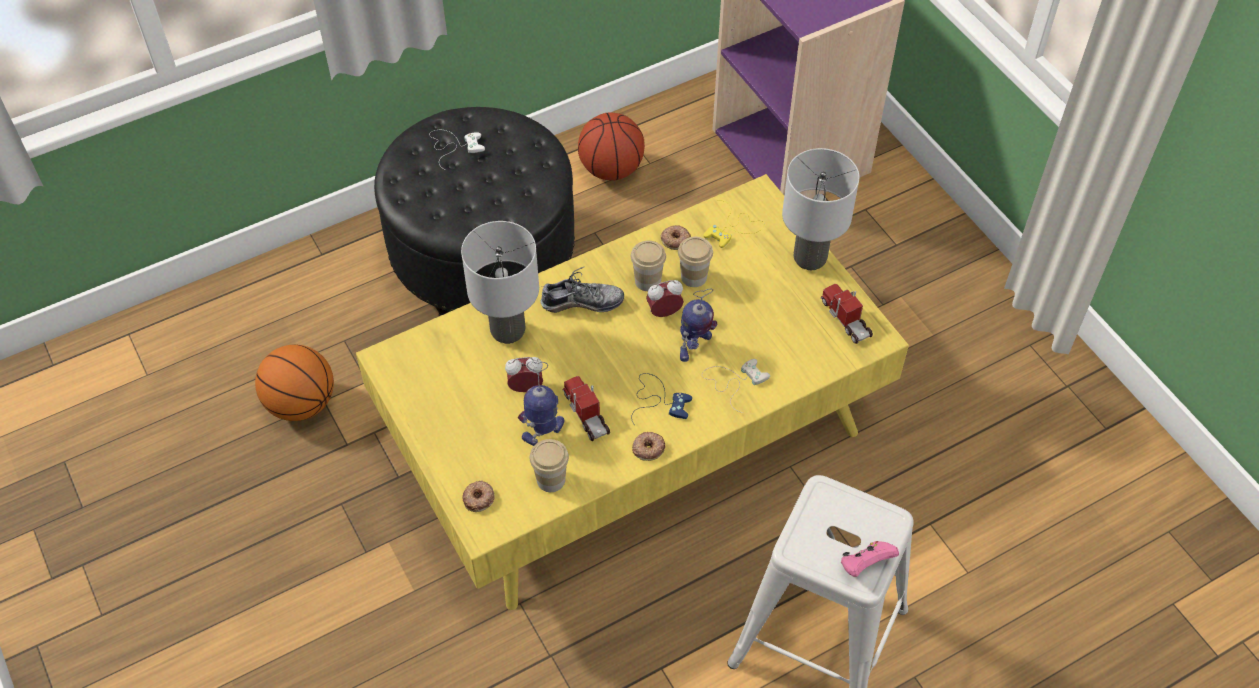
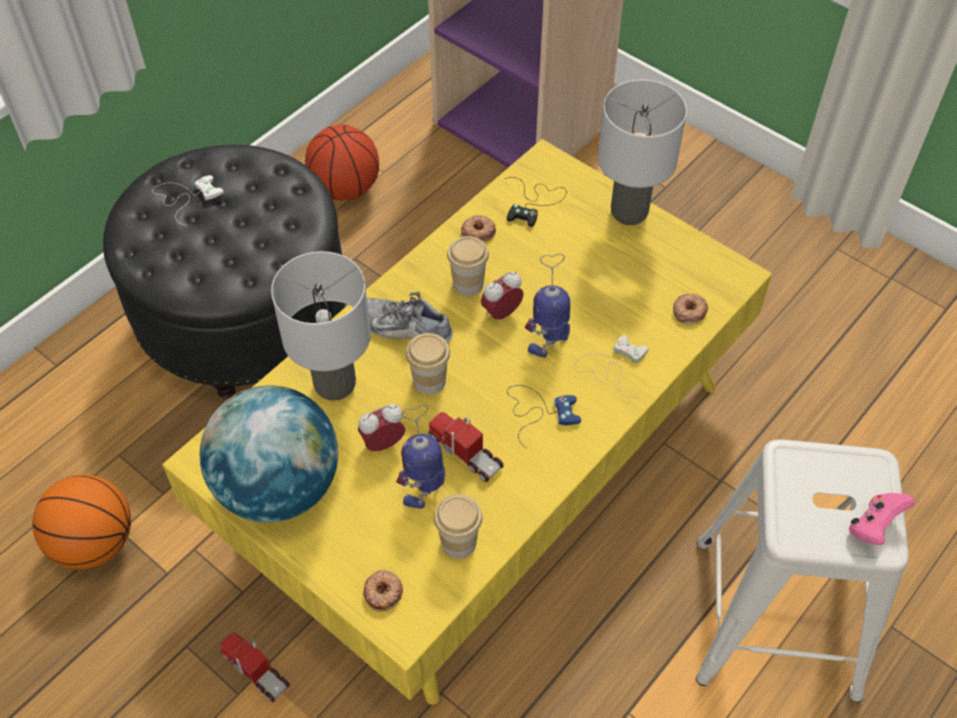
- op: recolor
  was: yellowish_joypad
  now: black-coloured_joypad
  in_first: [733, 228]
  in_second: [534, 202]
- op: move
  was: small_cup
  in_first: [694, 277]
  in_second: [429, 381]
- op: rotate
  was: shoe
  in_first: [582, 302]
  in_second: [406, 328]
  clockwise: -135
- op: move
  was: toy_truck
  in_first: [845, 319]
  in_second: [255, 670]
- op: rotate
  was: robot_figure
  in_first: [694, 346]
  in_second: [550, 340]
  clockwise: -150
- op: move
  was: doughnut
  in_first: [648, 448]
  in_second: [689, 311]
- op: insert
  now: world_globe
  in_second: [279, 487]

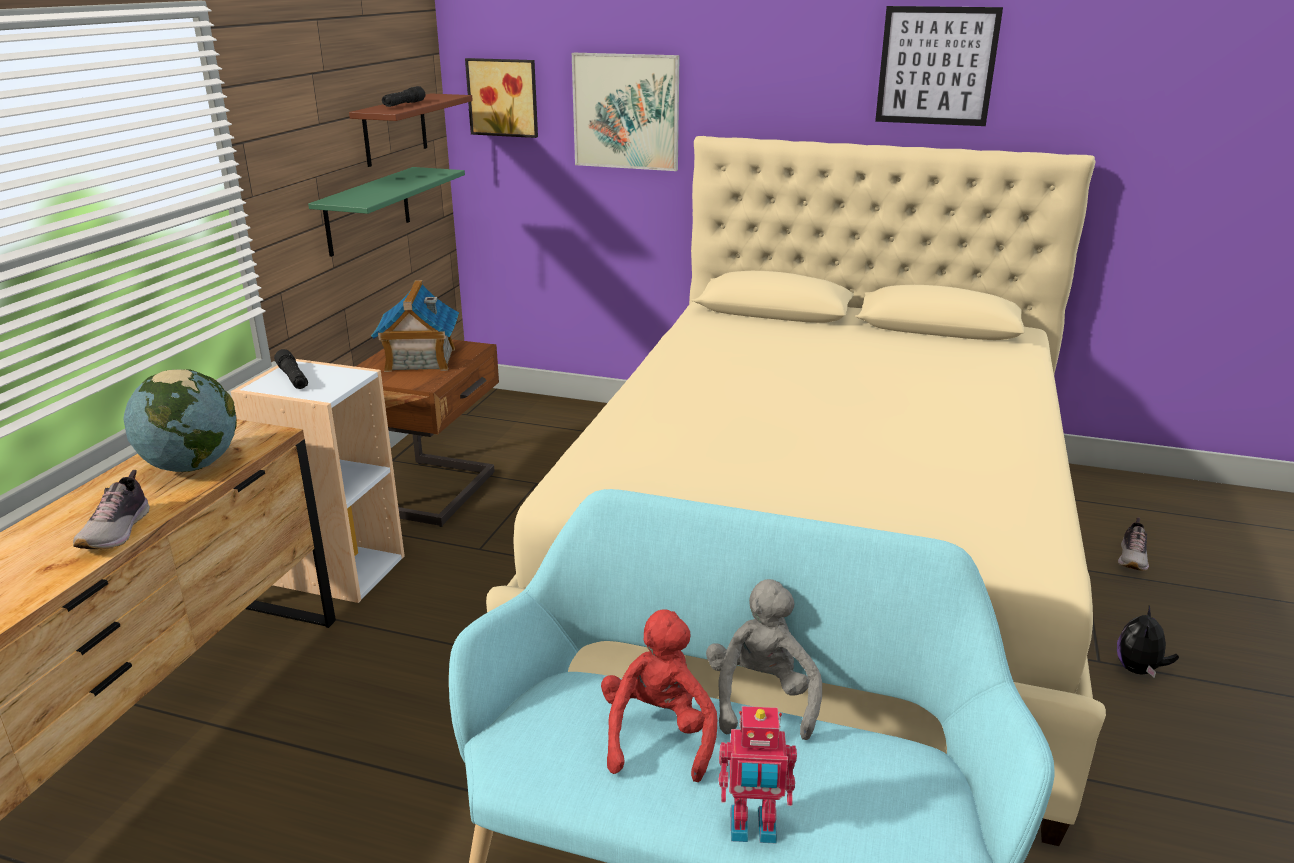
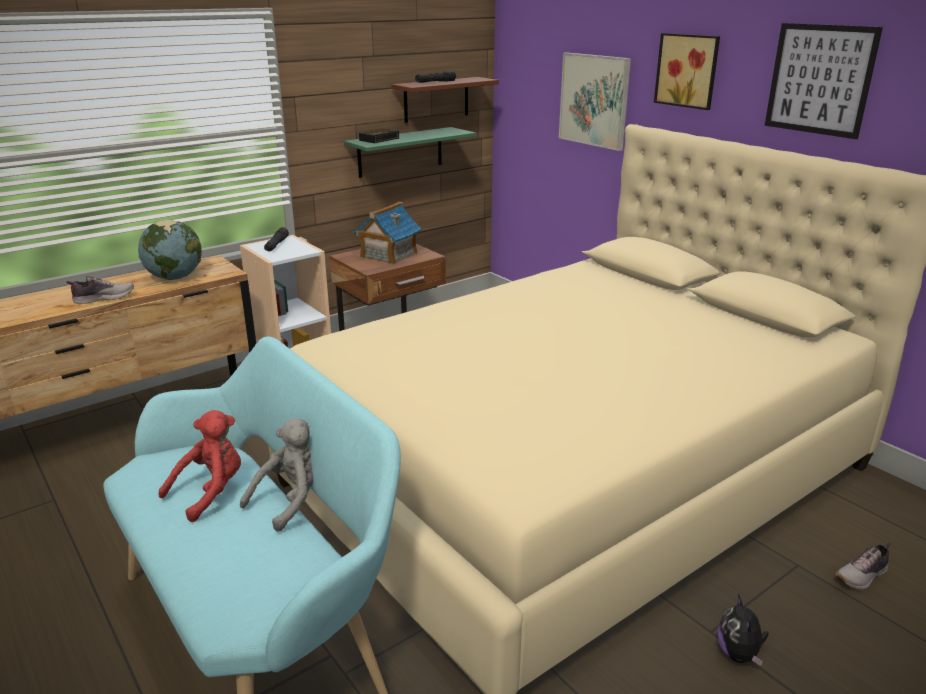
- op: move
  was: wall_art
  in_first: [504, 97]
  in_second: [688, 70]
- op: rotate
  was: shoe
  in_first: [117, 531]
  in_second: [103, 298]
  clockwise: -150
- op: rotate
  was: plush_toy
  in_first: [1139, 670]
  in_second: [738, 654]
  clockwise: -60
- op: delete
  was: robot_figure
  in_first: [753, 829]
- op: insert
  now: bedside_clock
  in_second: [380, 139]

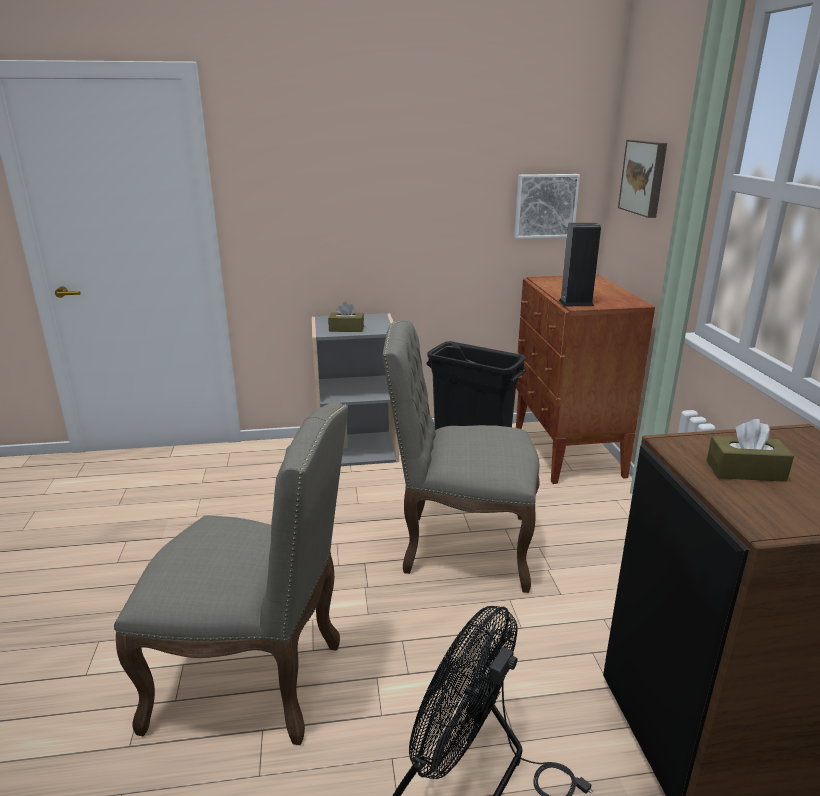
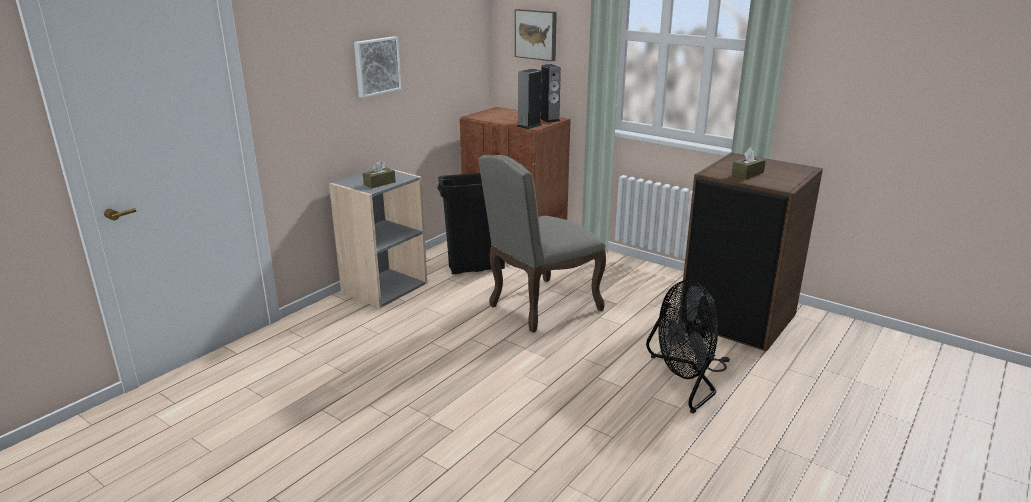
- op: move
  was: wall_art
  in_first: [545, 205]
  in_second: [376, 66]
- op: delete
  was: greyish_chair
  in_first: [253, 680]
- op: insert
  now: loudspeaker
  in_second: [549, 119]

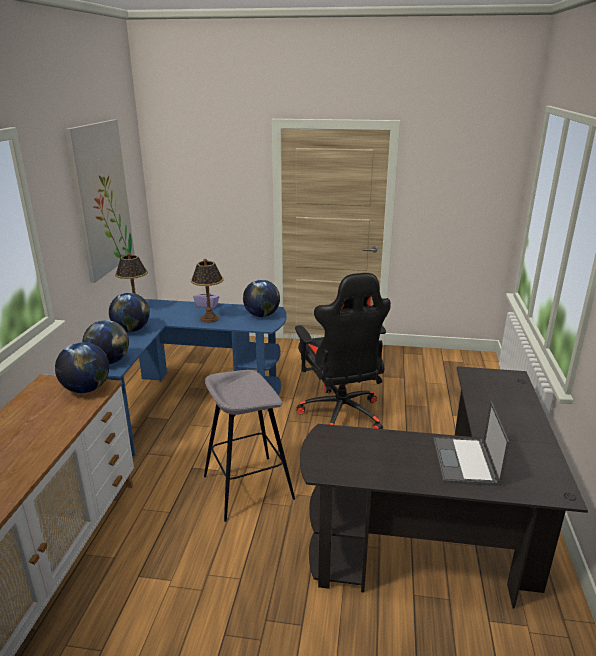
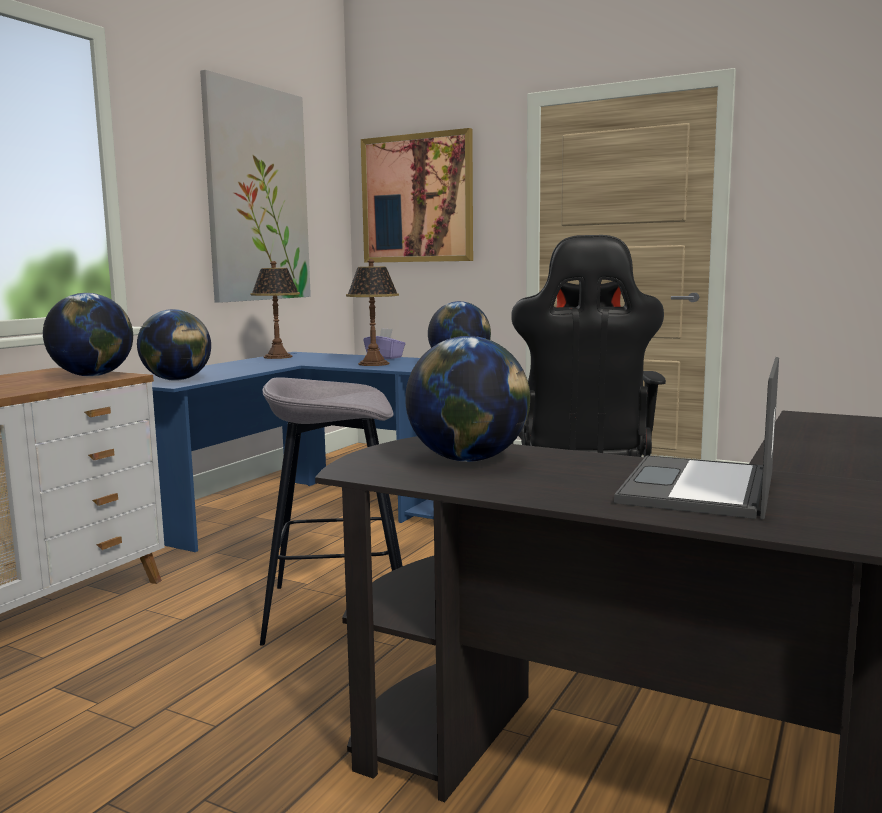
- op: move
  was: world_globe
  in_first: [131, 330]
  in_second: [468, 460]
- op: insert
  now: wall_art
  in_second: [417, 199]

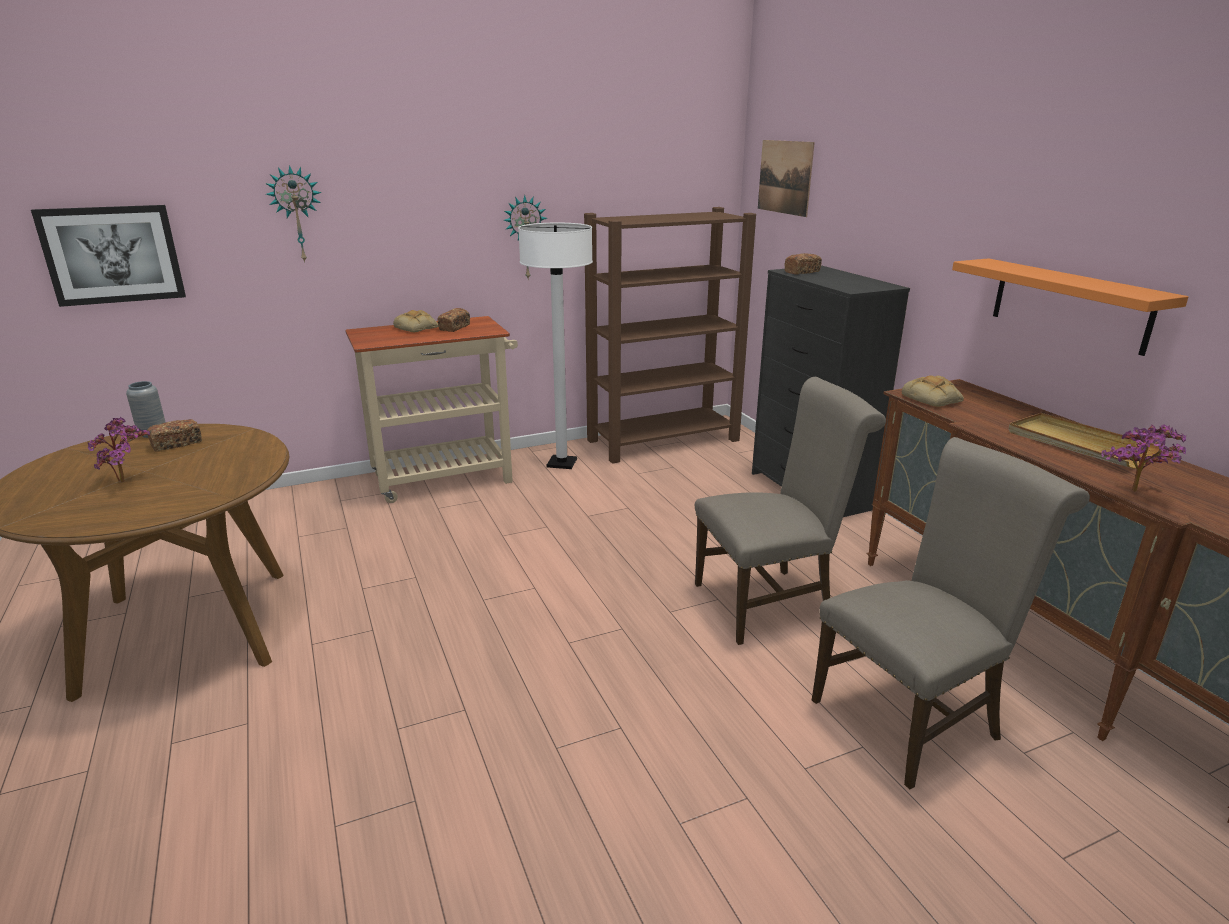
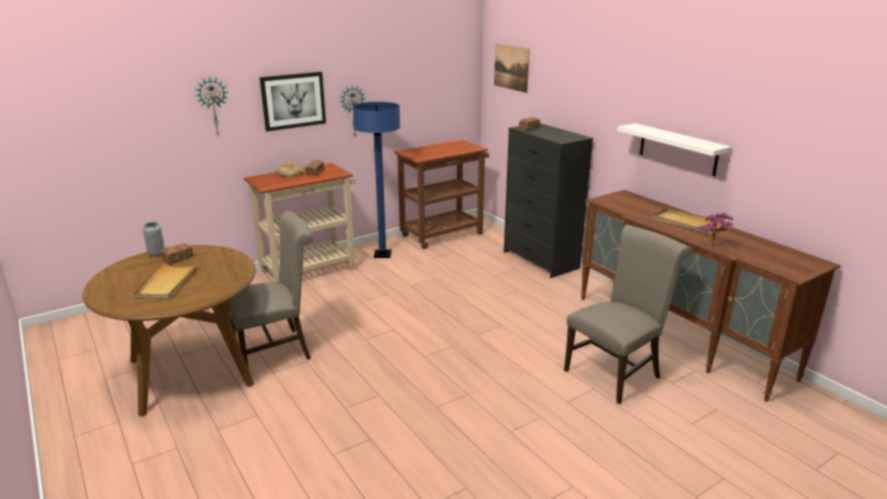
- op: move
  was: wall_art
  in_first: [112, 255]
  in_second: [293, 100]
- op: replace
  was: brown_bookcase
  now: brown_cart
  in_first: [663, 440]
  in_second: [442, 235]
- op: recolor
  was: white_standard_lamp
  now: blue_standard_lamp
  in_first: [562, 463]
  in_second: [382, 254]
- op: recolor
  was: orange_shelf
  now: white_shelf
  in_first: [1069, 304]
  in_second: [678, 149]
- op: delete
  was: bakery_bread
  in_first: [933, 399]
- op: move
  was: beige-coloured_chair
  in_first: [770, 602]
  in_second: [277, 350]
- op: replace
  was: houseplant
  now: beige-coloured_carrying_tray
  in_first: [127, 481]
  in_second: [167, 282]

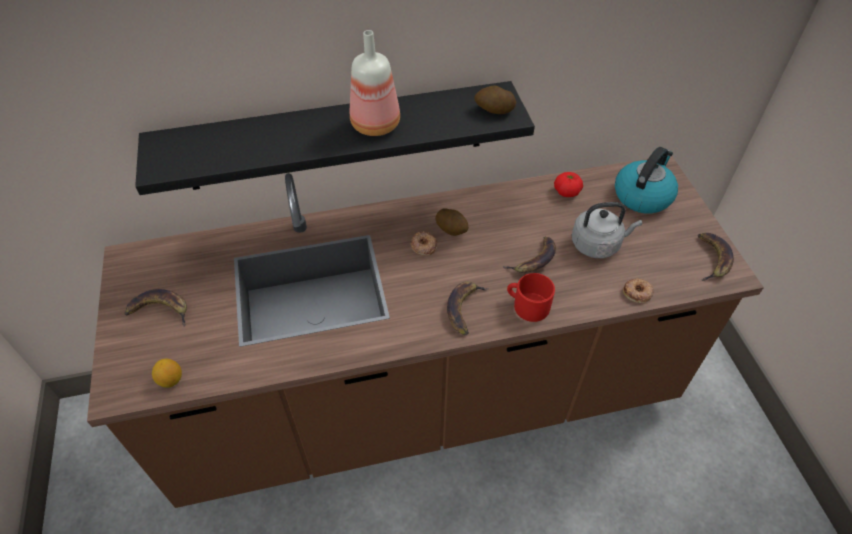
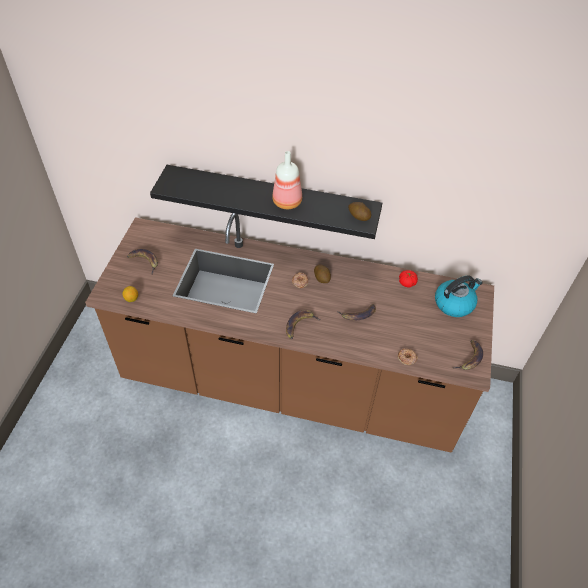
- op: delete
  was: greyish_tea_kettle
  in_first: [597, 244]
- op: delete
  was: reddish_mug
  in_first: [527, 305]

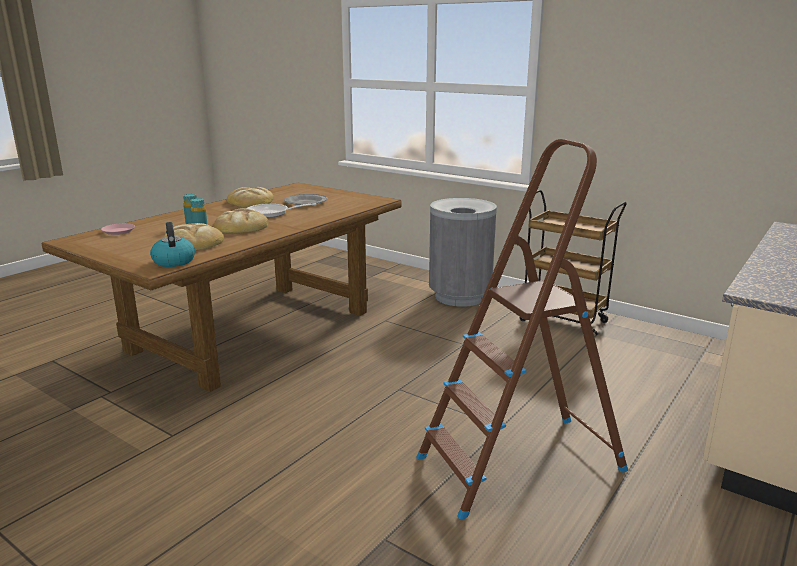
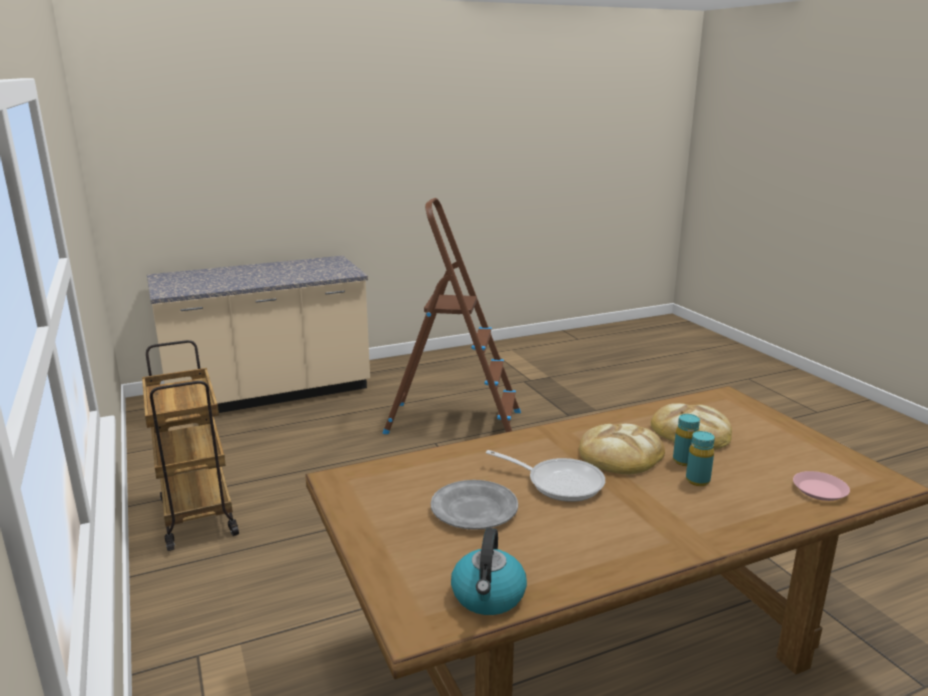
- op: delete
  was: bakery_bread
  in_first: [251, 202]
- op: delete
  was: greyish_trash_can
  in_first: [460, 296]
- op: move
  was: tea_kettle
  in_first: [173, 261]
  in_second: [488, 596]

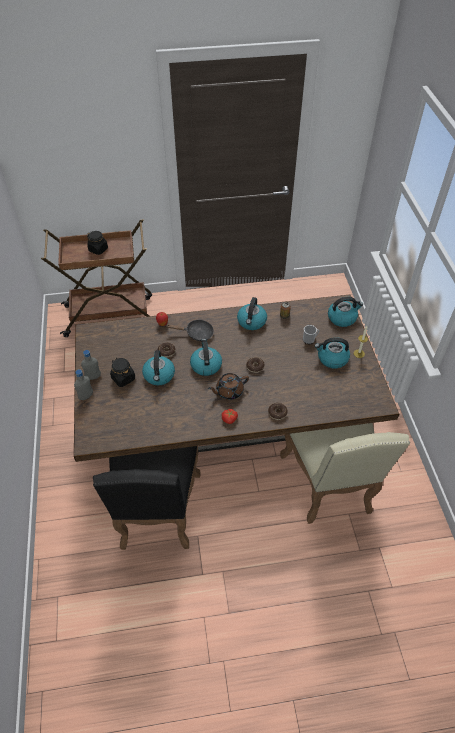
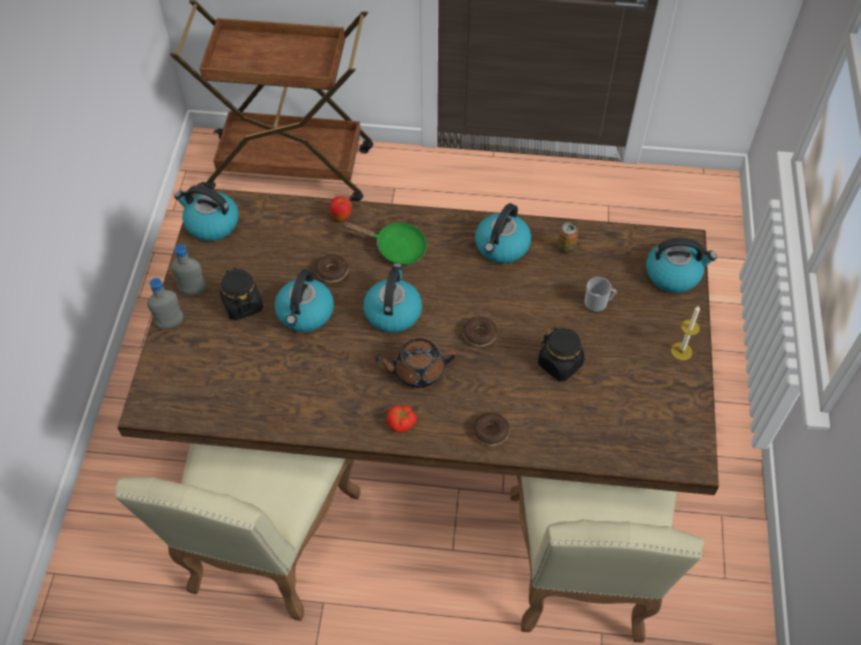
- op: move
  was: black-coloured_preserve_jar
  in_first: [98, 249]
  in_second: [560, 364]
- op: recolor
  was: black-coloured_skillet
  now: greenish_skillet
  in_first: [196, 333]
  in_second: [395, 248]
- op: move
  was: tea_kettle
  in_first: [332, 359]
  in_second: [211, 224]
- op: recolor
  was: black-coloured_chair
  now: beige-coloured_chair
  in_first: [157, 513]
  in_second: [267, 544]

